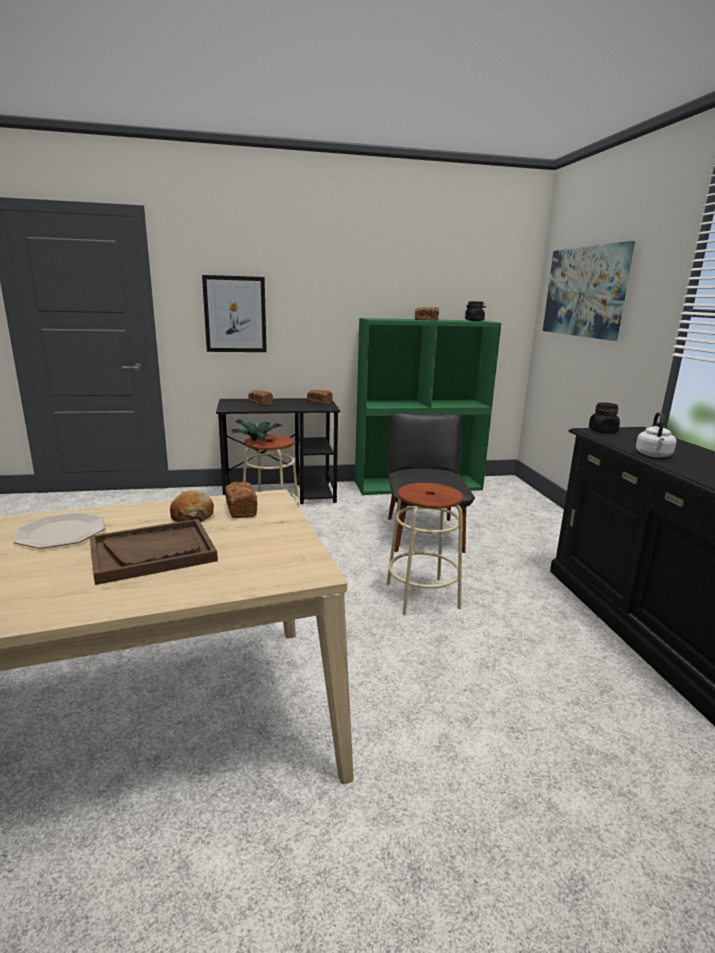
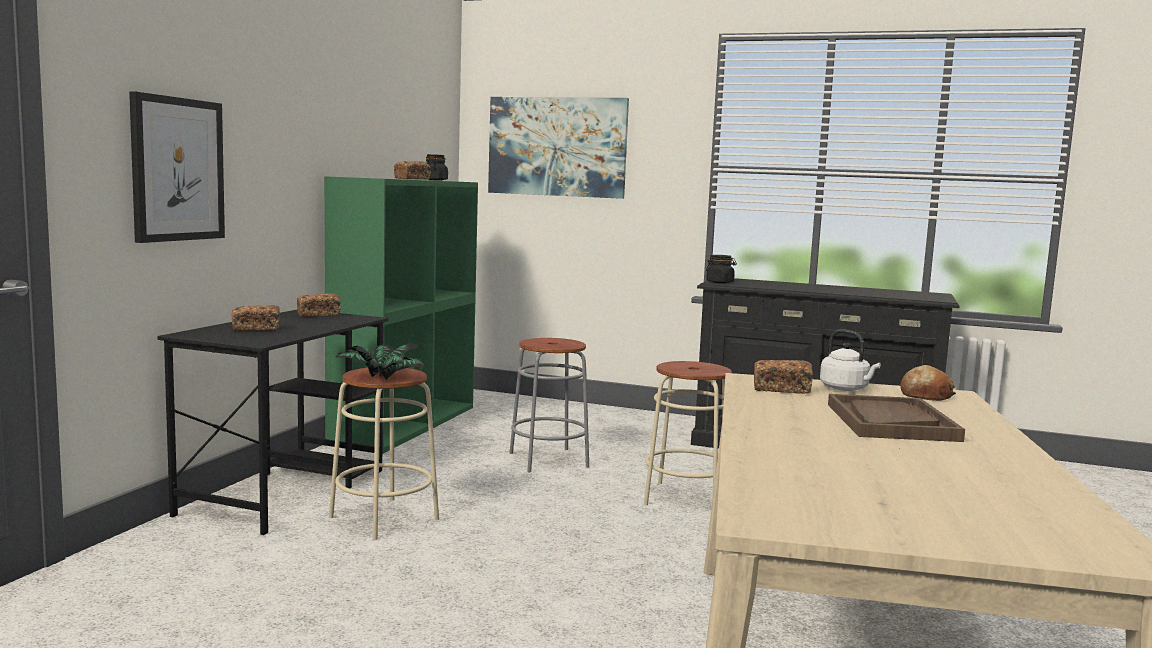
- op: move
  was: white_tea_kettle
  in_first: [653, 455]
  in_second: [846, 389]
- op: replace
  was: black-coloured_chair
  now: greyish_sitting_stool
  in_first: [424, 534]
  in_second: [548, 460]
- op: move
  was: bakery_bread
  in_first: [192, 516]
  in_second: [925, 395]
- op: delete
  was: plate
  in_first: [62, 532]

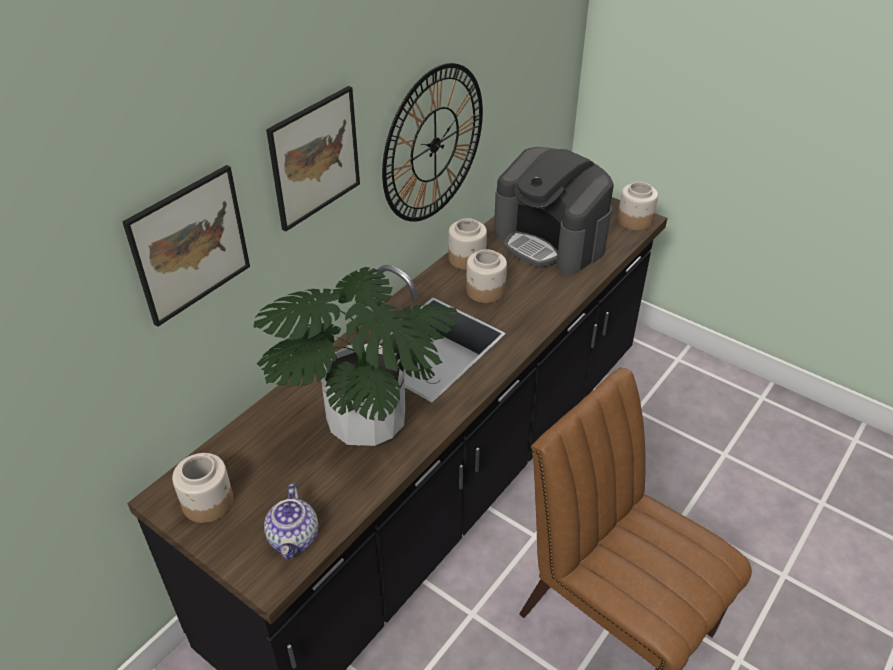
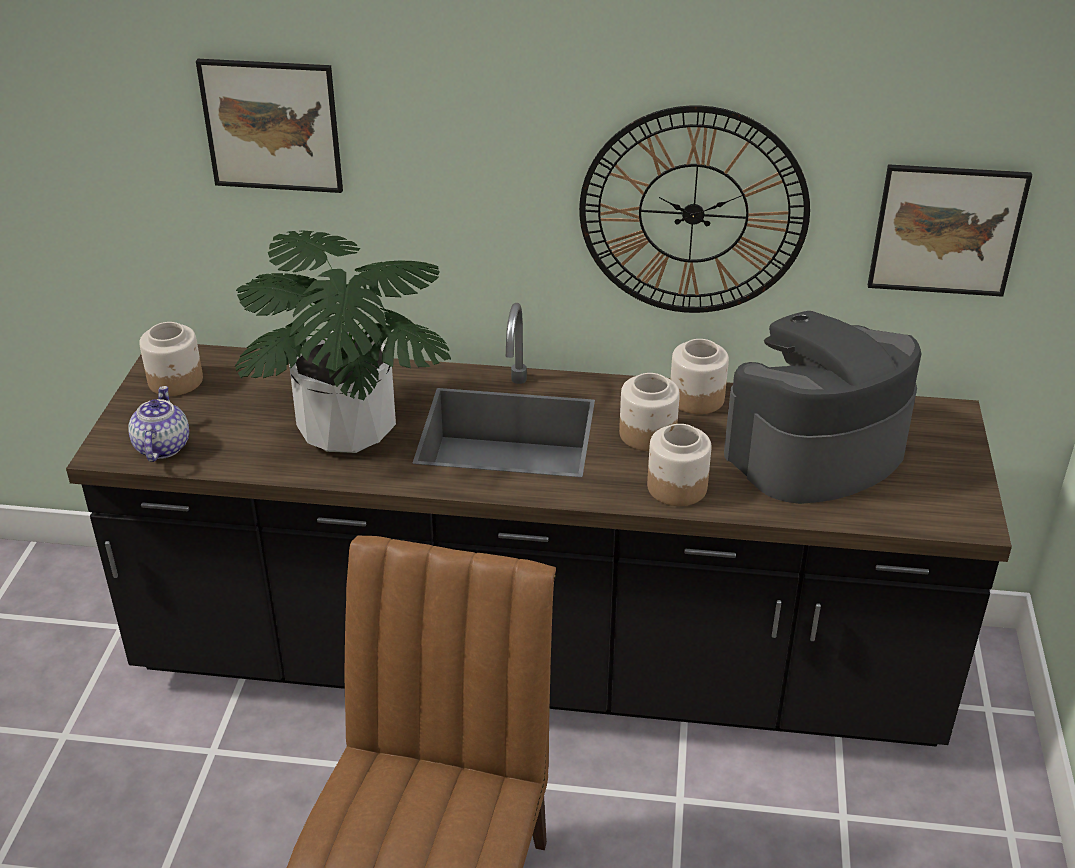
- op: move
  was: wall_art
  in_first: [314, 158]
  in_second: [946, 230]
- op: rotate
  was: coffee_machine
  in_first: [550, 240]
  in_second: [814, 452]
  clockwise: 45
- op: move
  was: preserve_jar
  in_first: [634, 220]
  in_second: [676, 487]
- op: rotate
  was: tea_pot
  in_first: [294, 538]
  in_second: [161, 447]
  clockwise: 120

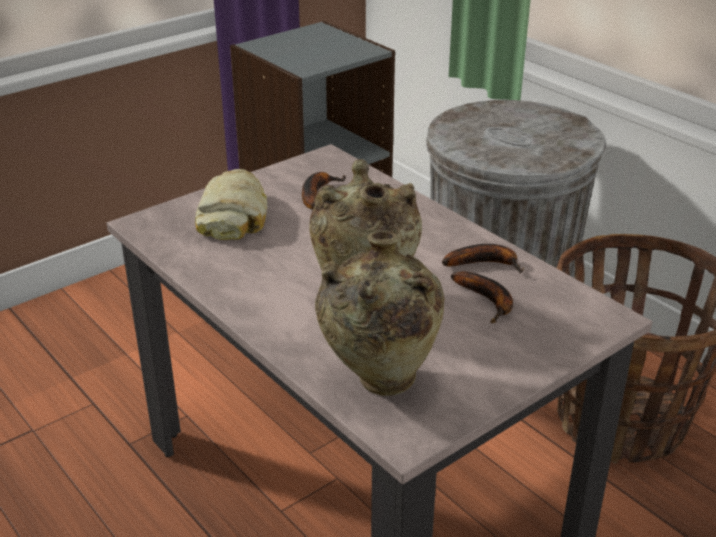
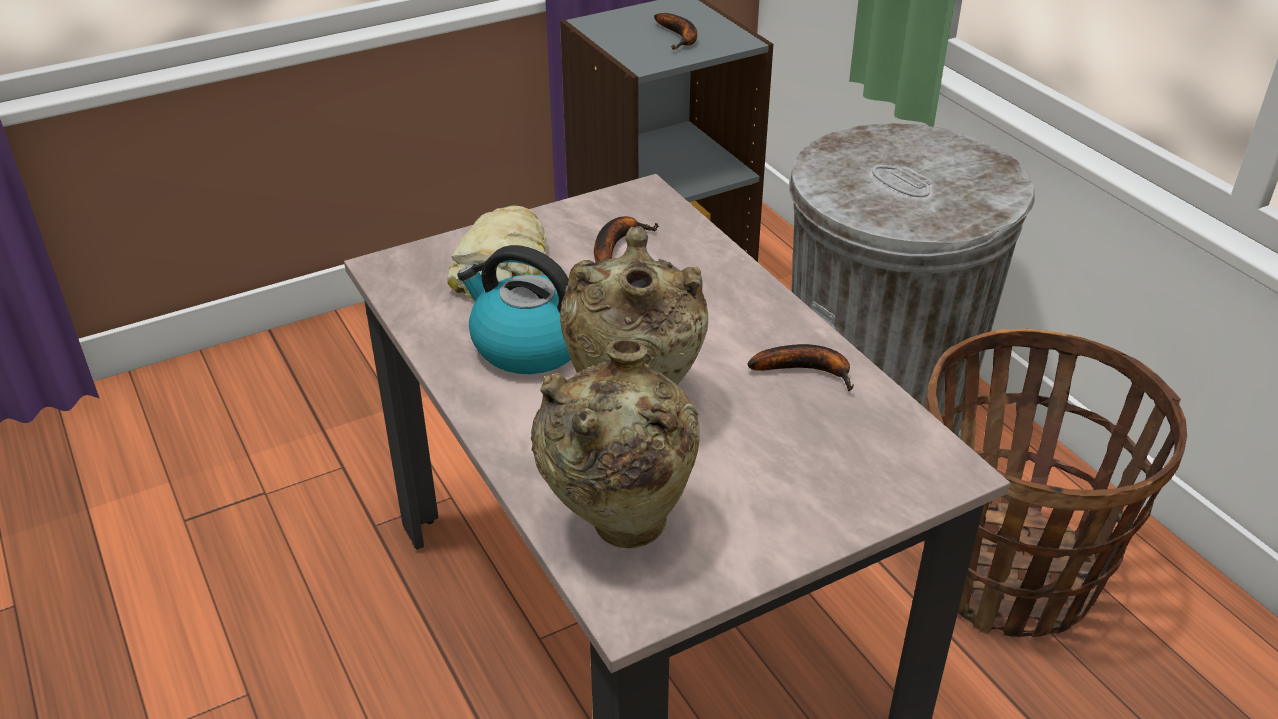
- op: move
  was: whole_banana
  in_first: [488, 301]
  in_second: [680, 37]
- op: insert
  now: tea_kettle
  in_second: [527, 345]

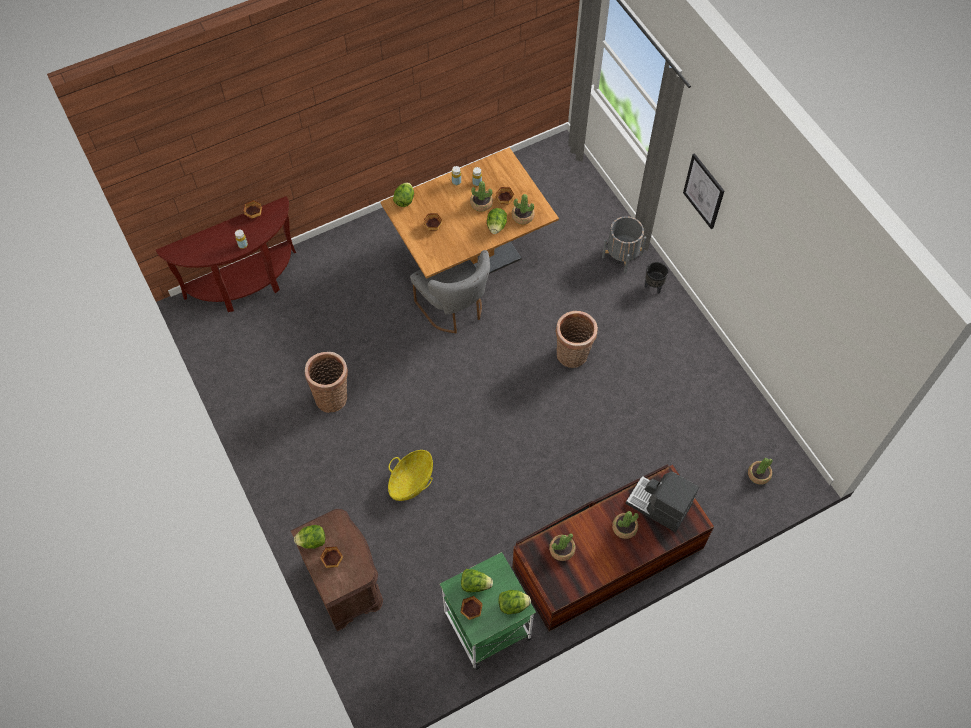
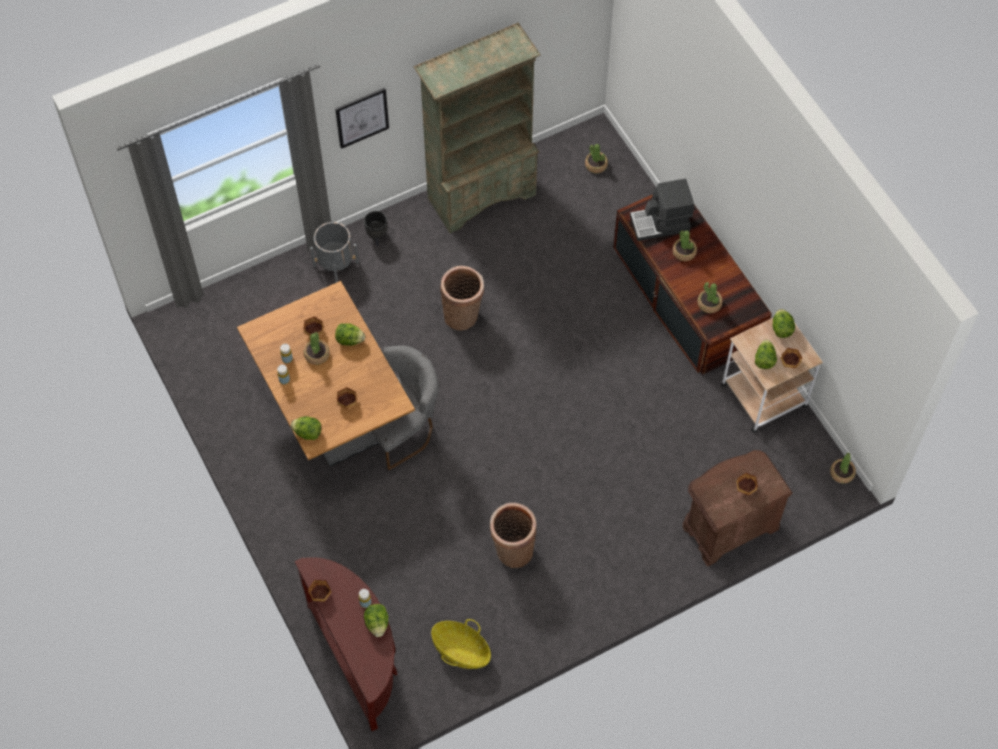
- op: move
  was: houseplant
  in_first: [522, 216]
  in_second: [842, 473]
- op: move
  was: basket
  in_first: [411, 481]
  in_second: [461, 651]
- op: rotate
  was: coffee_machine
  in_first: [658, 506]
  in_second: [660, 224]
  clockwise: 45
- op: move
  was: head_of_lettuce
  in_first: [312, 541]
  in_second: [377, 623]
- op: recolor
  was: greenish_cart
  now: beige-coloured_cart
  in_first: [486, 627]
  in_second: [764, 397]
- op: insert
  now: greenish_bookcase
  in_second: [481, 195]

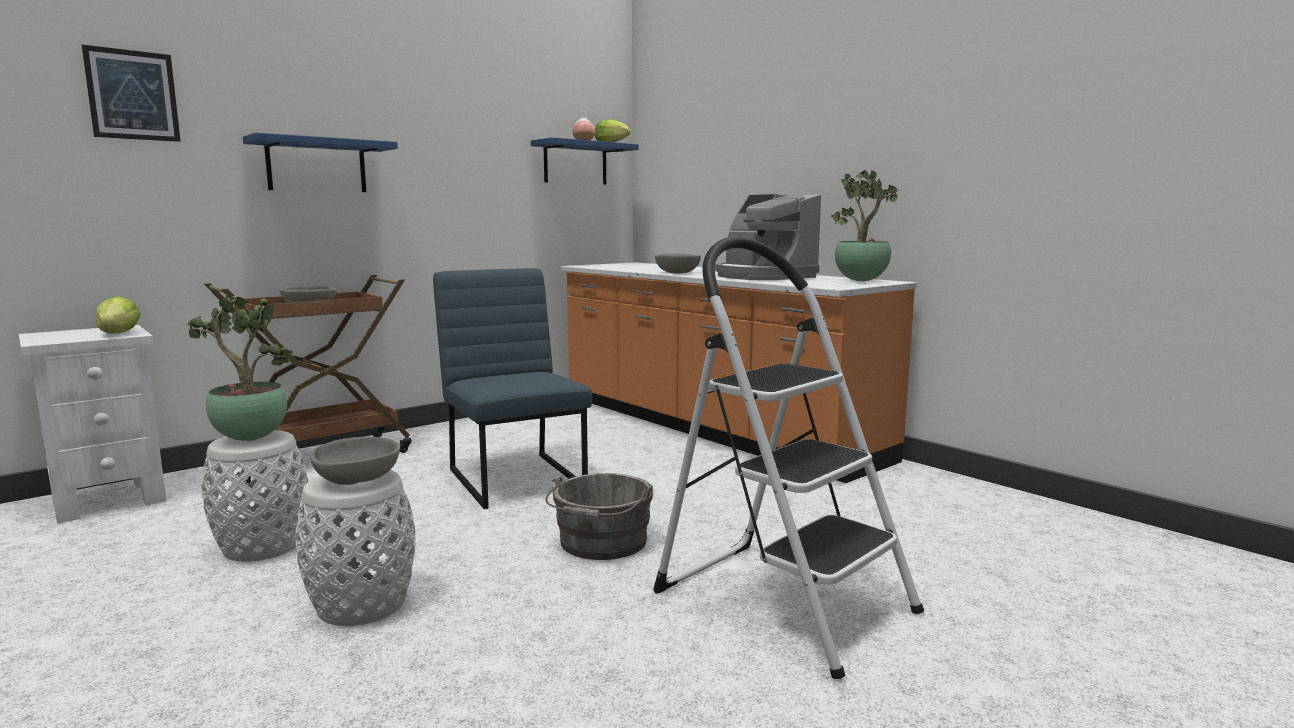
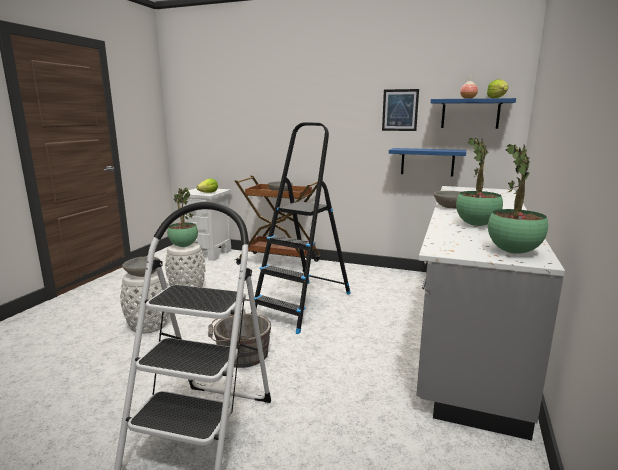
- op: move
  was: wall_art
  in_first: [132, 95]
  in_second: [400, 110]
- op: move
  was: blue_shelf
  in_first: [317, 166]
  in_second: [427, 162]
- op: replace
  was: coffee_machine
  now: houseplant
  in_first: [762, 277]
  in_second: [476, 225]
- op: recolor
  was: orange_kitchen_counter
  now: greyish_kitchen_counter
  in_first: [710, 428]
  in_second: [467, 331]
- op: replace
  was: blue_chair
  now: black-coloured_step_ladder
  in_first: [515, 477]
  in_second: [303, 305]

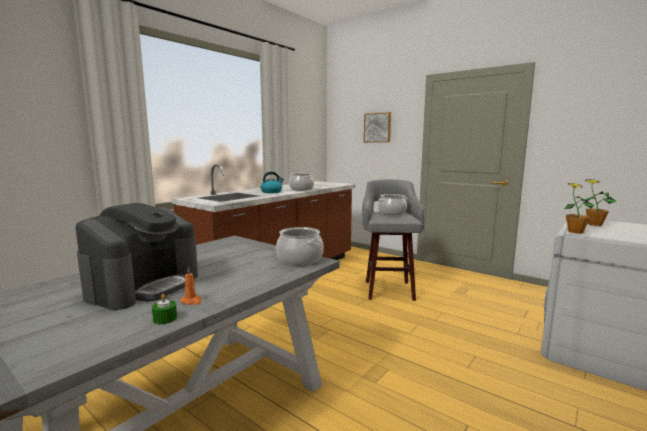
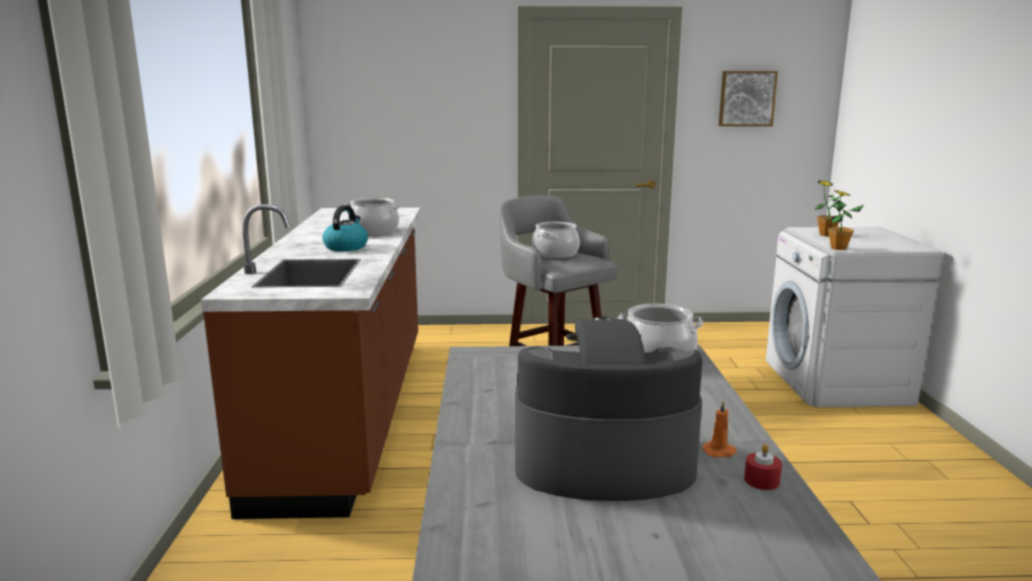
- op: move
  was: wall_art
  in_first: [377, 127]
  in_second: [746, 98]
- op: rotate
  was: coffee_machine
  in_first: [144, 286]
  in_second: [601, 461]
  clockwise: -75
- op: recolor
  was: greenish_candle
  now: reddish_candle
  in_first: [165, 319]
  in_second: [761, 480]

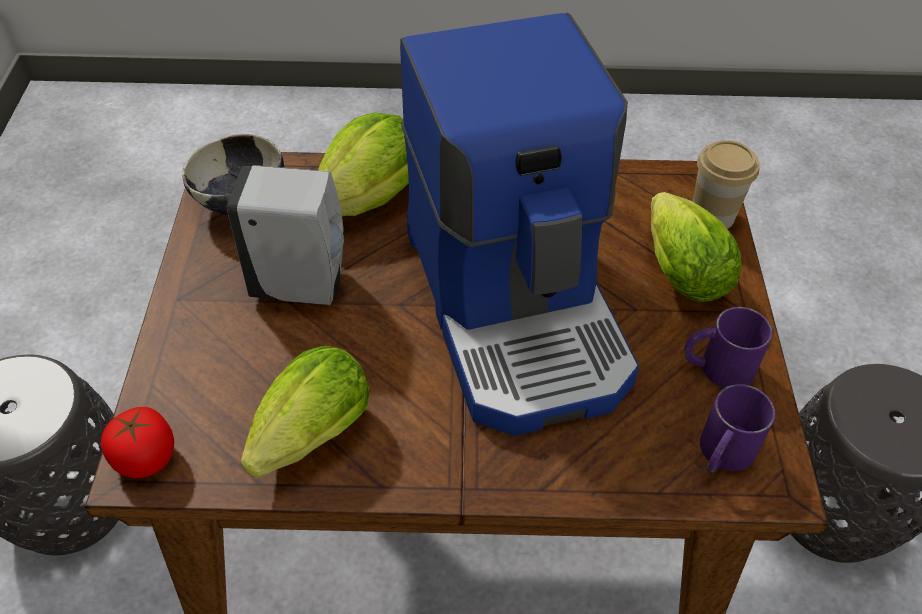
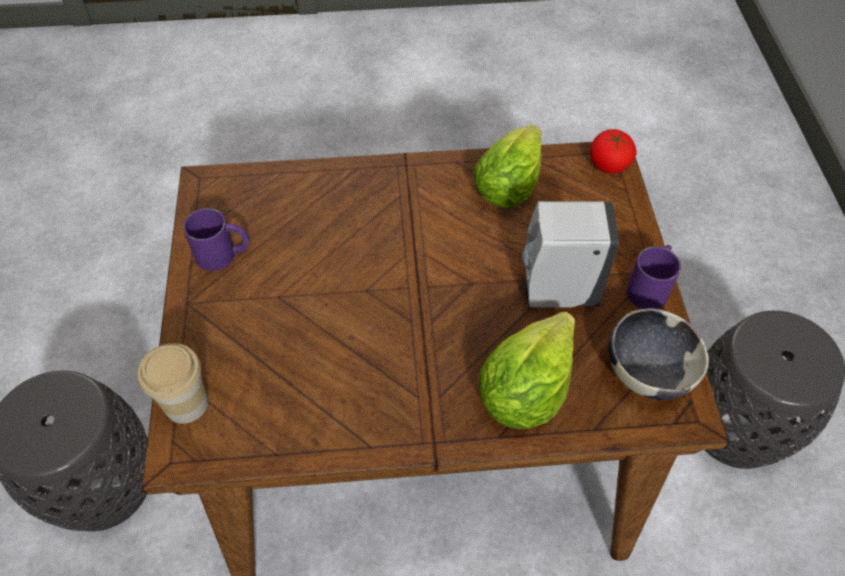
- op: delete
  was: coffee_machine
  in_first: [519, 308]
- op: delete
  was: head_of_lettuce
  in_first: [679, 268]
- op: move
  was: purplish_mug
  in_first: [722, 455]
  in_second: [650, 286]

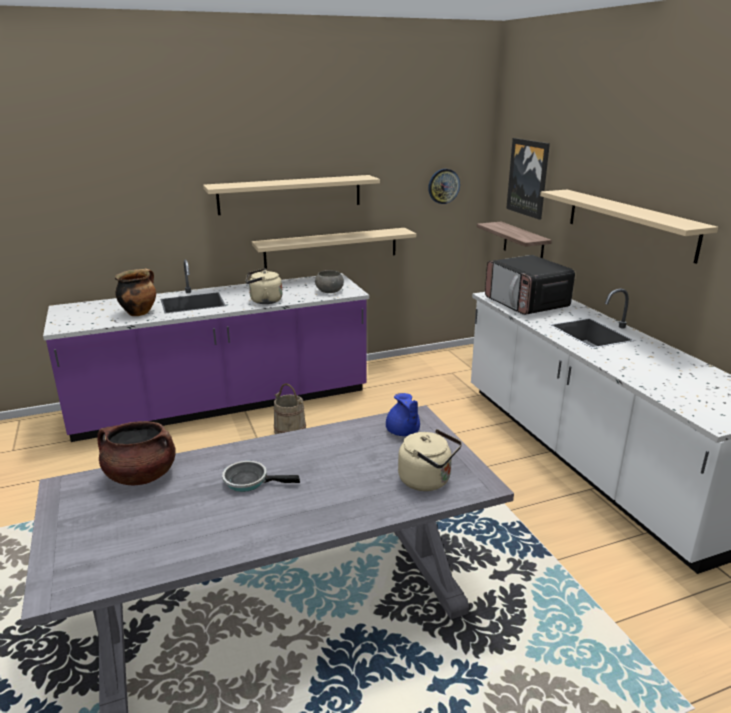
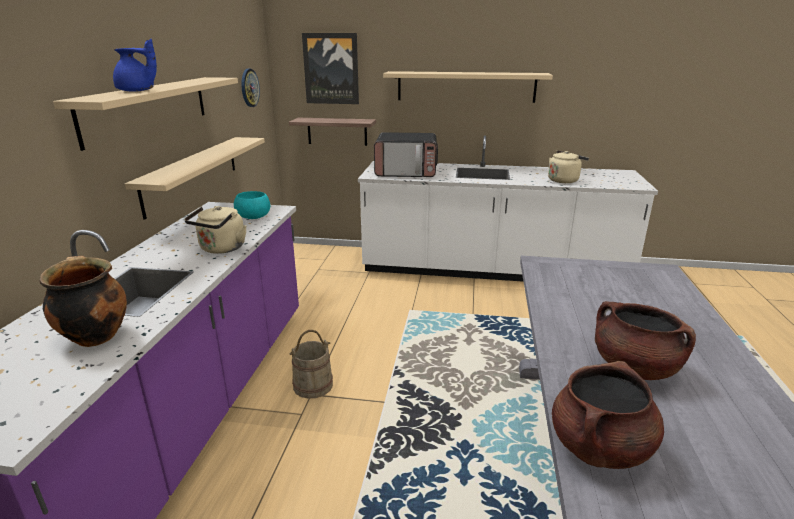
- op: recolor
  was: greyish_serving_bowl
  now: blue-green_serving_bowl
  in_first: [329, 291]
  in_second: [254, 216]
- op: move
  was: blue_tea_pot
  in_first: [403, 432]
  in_second: [137, 91]
- op: move
  was: beige-coloured_tea_kettle
  in_first: [427, 481]
  in_second: [564, 180]
- op: replace
  was: skillet
  now: brown_stockpot
  in_first: [249, 481]
  in_second: [634, 367]

